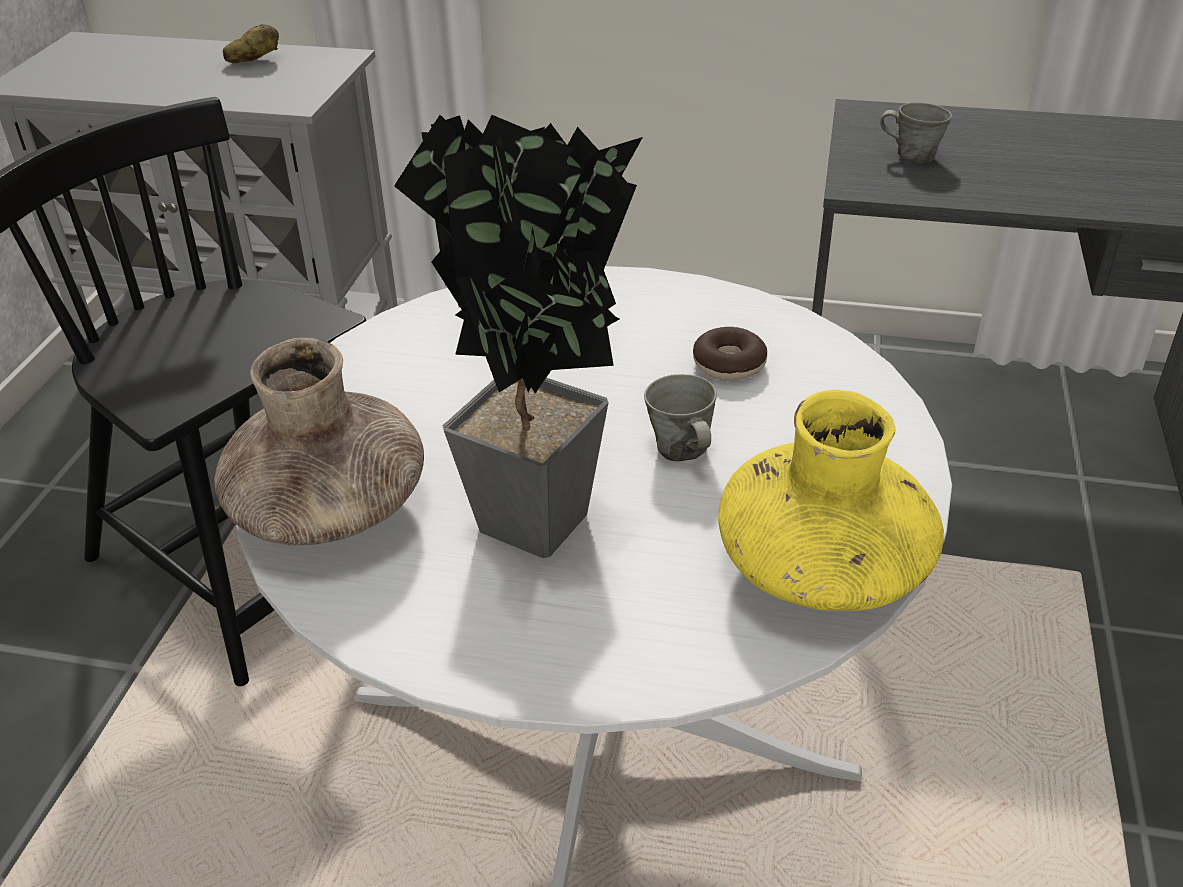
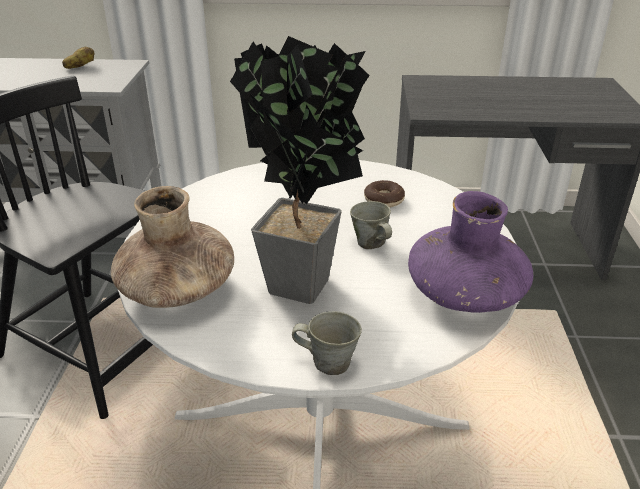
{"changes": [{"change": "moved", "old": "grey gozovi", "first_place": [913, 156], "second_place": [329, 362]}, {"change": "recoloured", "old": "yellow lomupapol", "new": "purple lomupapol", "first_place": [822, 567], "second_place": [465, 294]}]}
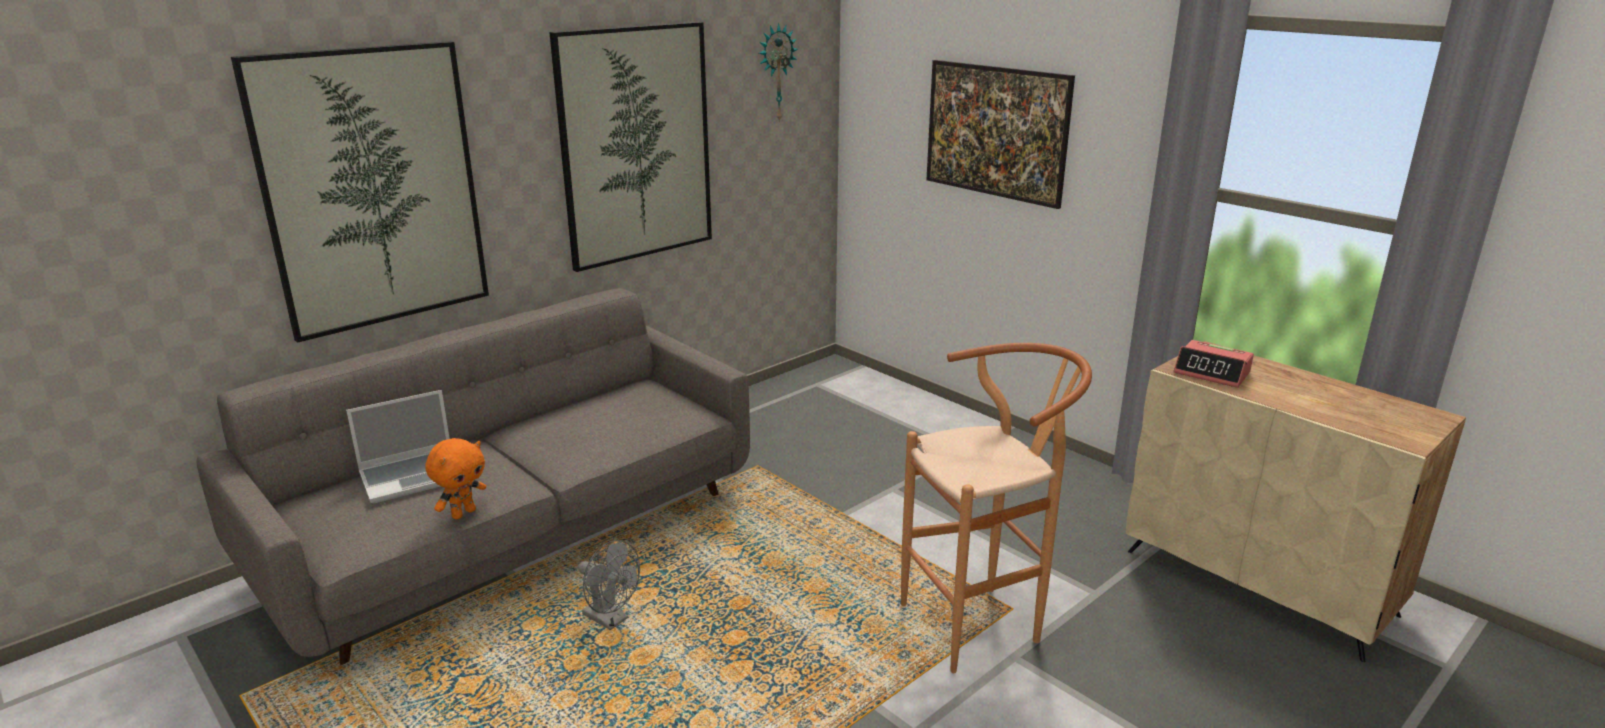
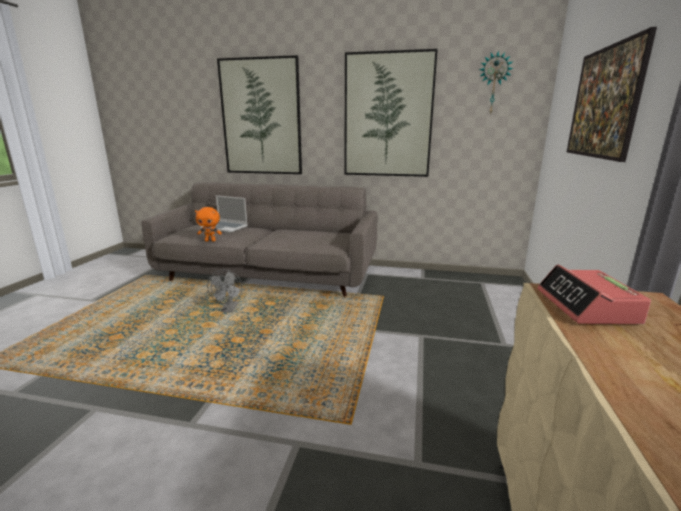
{"changes": [{"change": "removed", "old": "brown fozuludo", "first_place": [982, 622]}]}
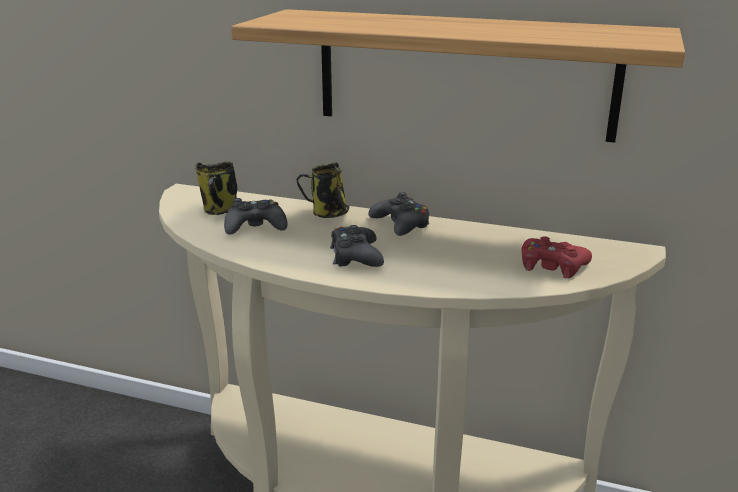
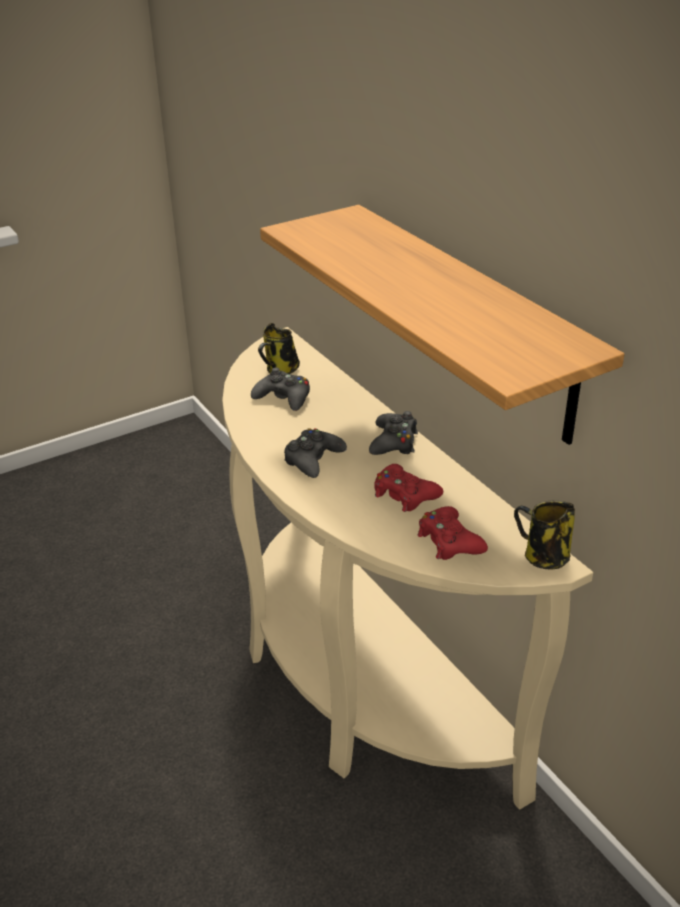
{"changes": [{"change": "added", "new": "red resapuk", "second_place": [404, 495]}, {"change": "moved", "old": "gozovi", "first_place": [327, 214], "second_place": [543, 557]}]}
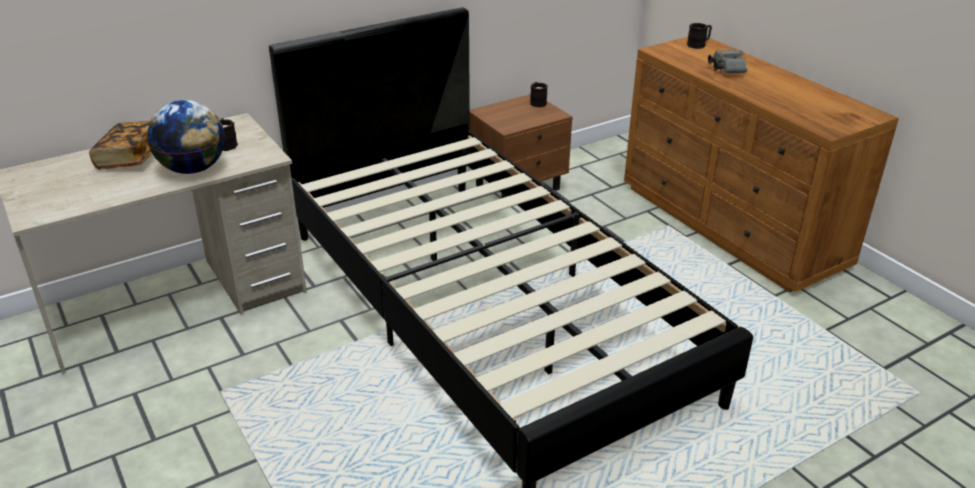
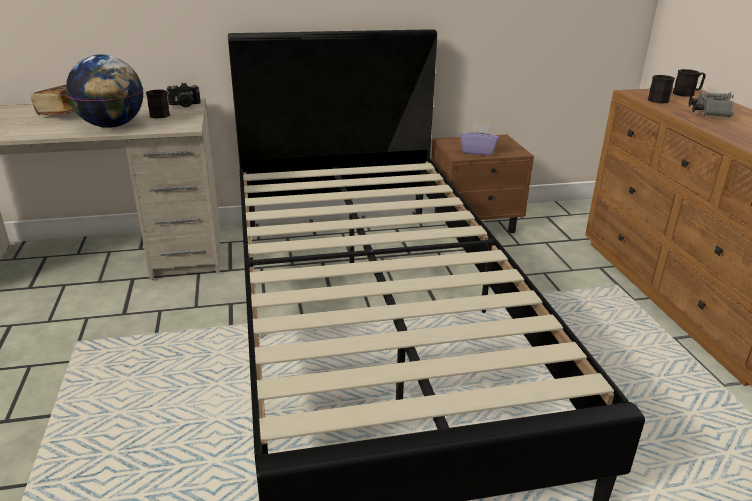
{"changes": [{"change": "added", "new": "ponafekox", "second_place": [184, 105]}, {"change": "added", "new": "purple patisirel", "second_place": [478, 151]}, {"change": "moved", "old": "black gozovi", "first_place": [537, 102], "second_place": [657, 99]}]}
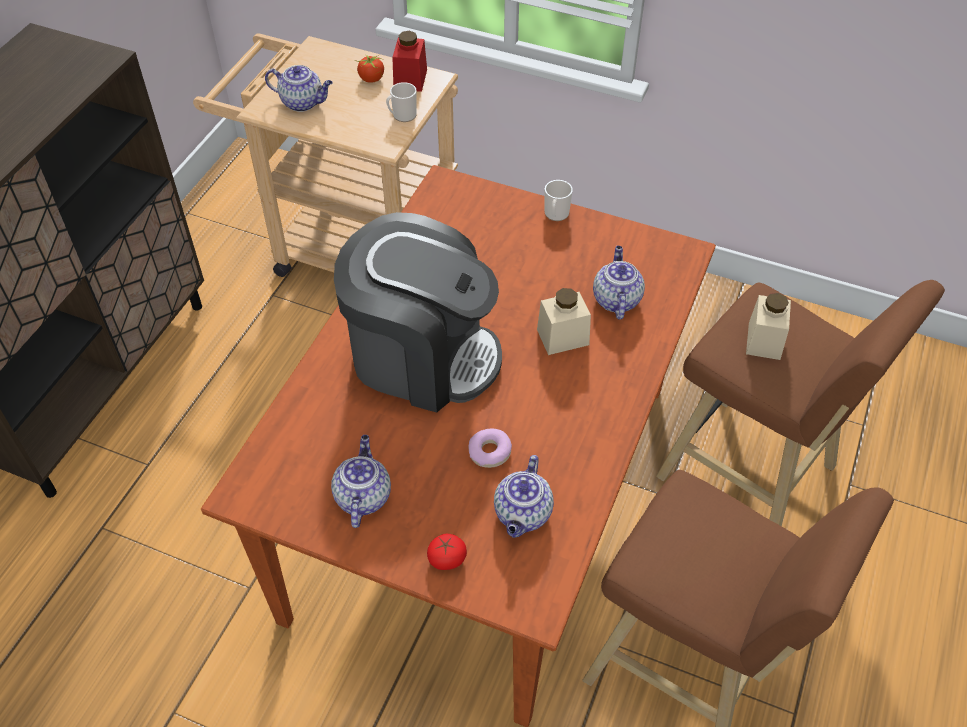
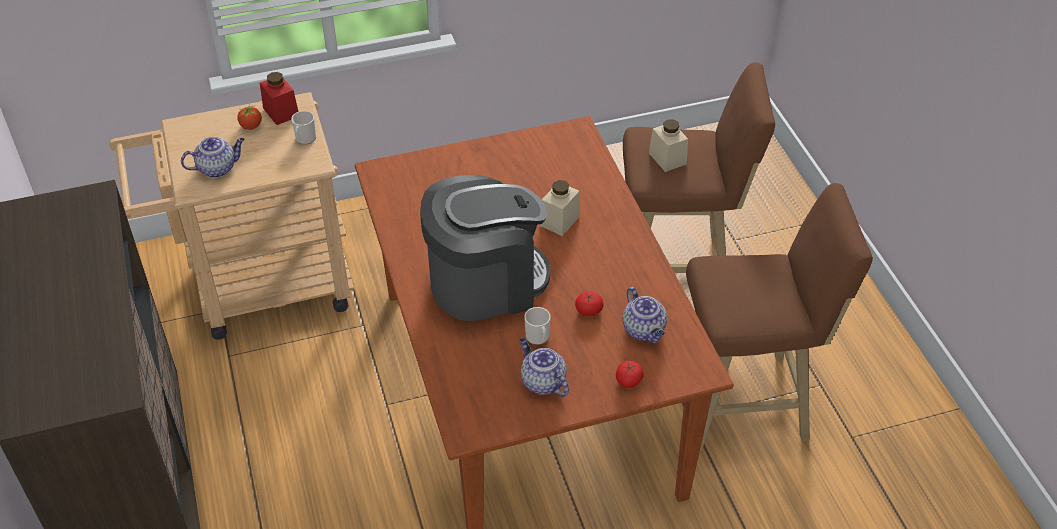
{"changes": [{"change": "moved", "old": "gozovi", "first_place": [556, 215], "second_place": [538, 338]}, {"change": "replaced", "old": "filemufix", "new": "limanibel", "first_place": [489, 452], "second_place": [588, 310]}, {"change": "removed", "old": "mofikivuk", "first_place": [616, 299]}]}
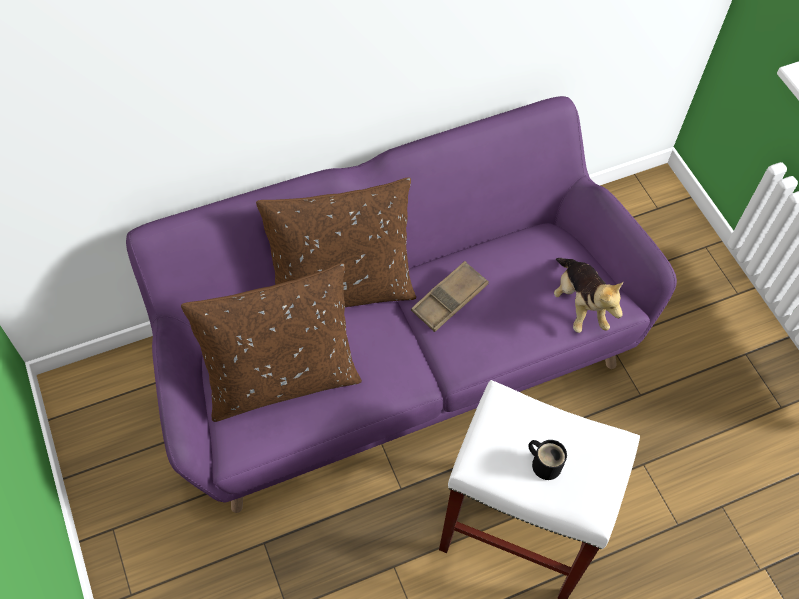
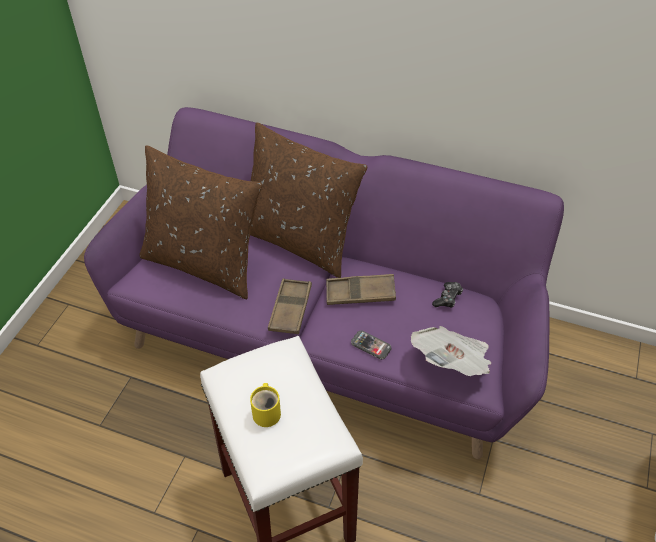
{"changes": [{"change": "recoloured", "old": "black gozovi", "new": "yellow gozovi", "first_place": [545, 463], "second_place": [267, 412]}, {"change": "added", "new": "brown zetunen", "second_place": [290, 309]}, {"change": "added", "new": "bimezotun", "second_place": [371, 345]}, {"change": "replaced", "old": "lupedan", "new": "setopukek", "first_place": [579, 305], "second_place": [452, 362]}, {"change": "added", "new": "resapuk", "second_place": [447, 298]}]}
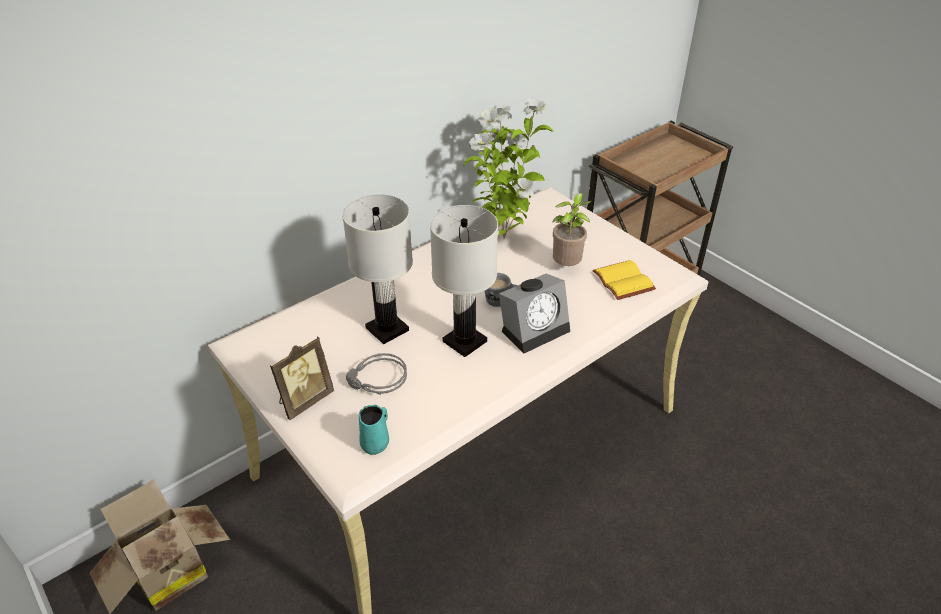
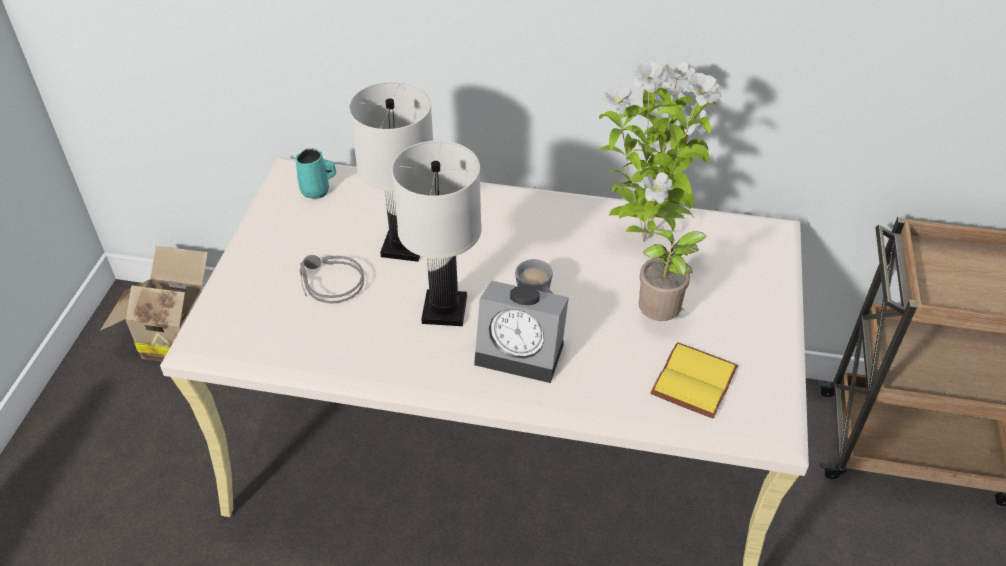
{"changes": [{"change": "moved", "old": "turquoise gozovi", "first_place": [376, 443], "second_place": [317, 191]}, {"change": "removed", "old": "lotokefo", "first_place": [304, 400]}]}
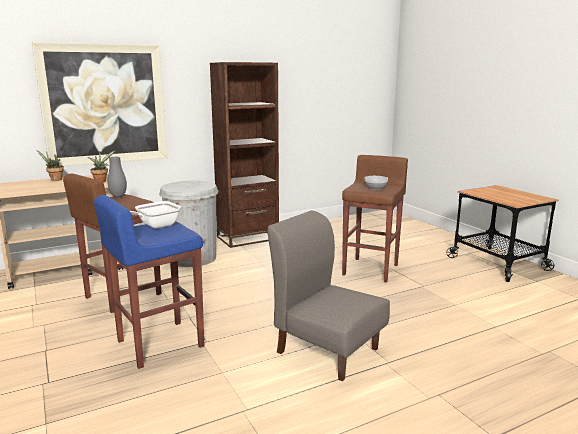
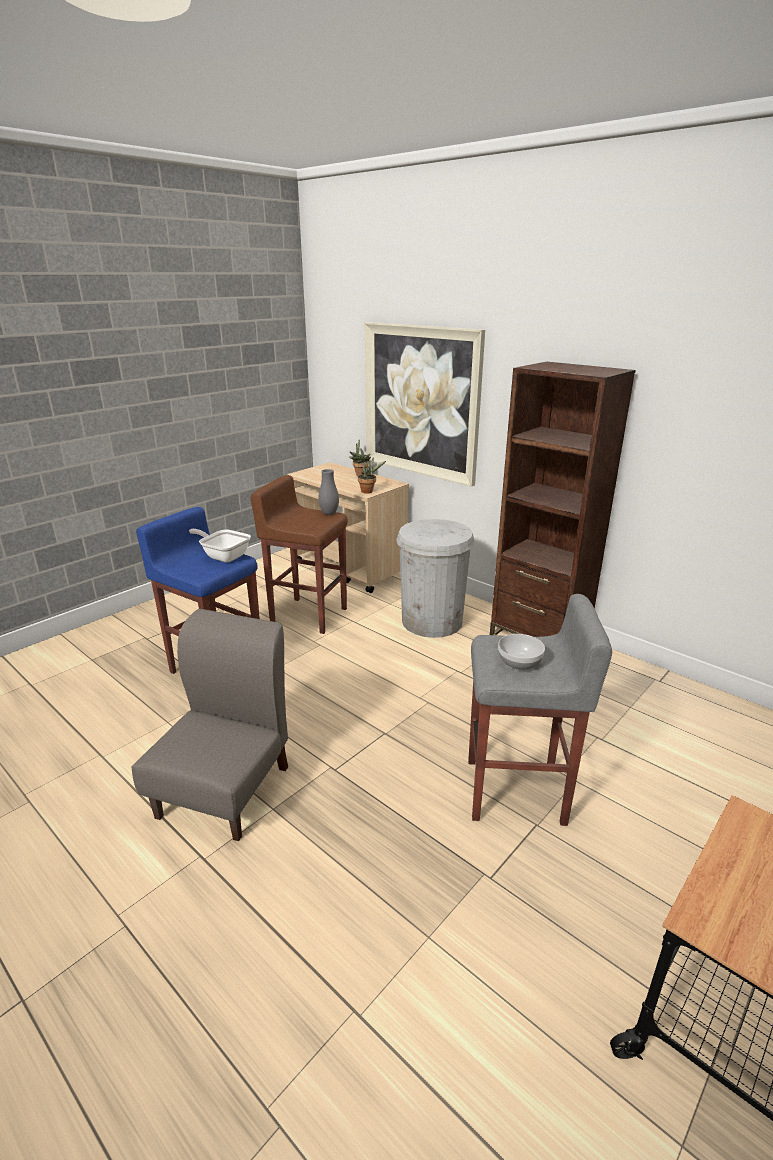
{"changes": [{"change": "recoloured", "old": "brown fozuludo", "new": "grey fozuludo", "first_place": [371, 269], "second_place": [517, 792]}]}
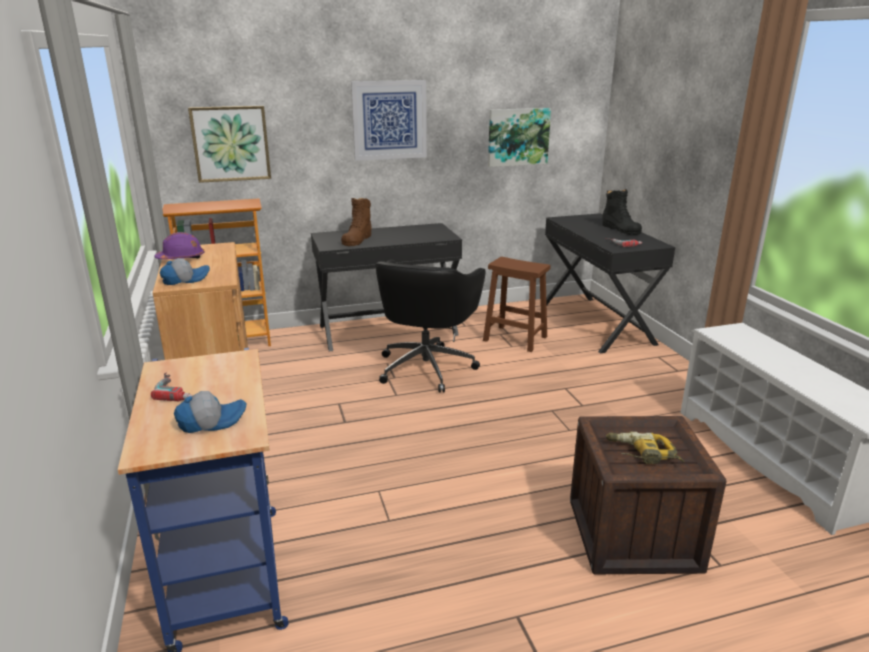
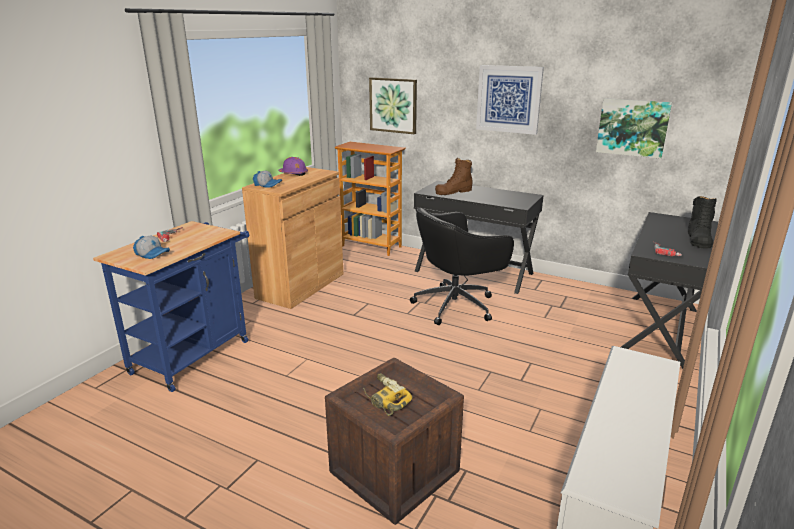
{"changes": [{"change": "removed", "old": "brown fozuludo", "first_place": [514, 338]}]}
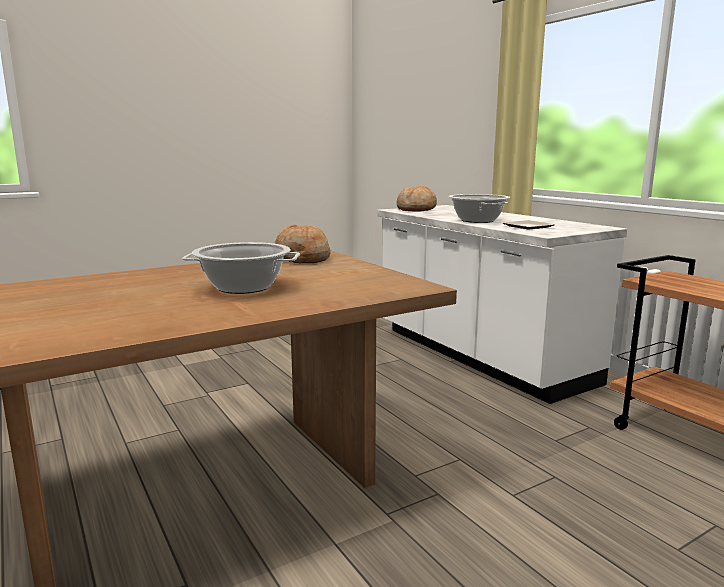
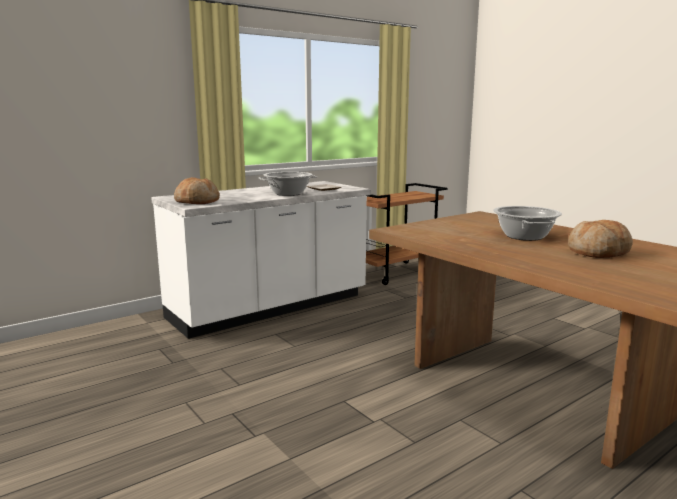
{"changes": [{"change": "moved", "old": "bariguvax", "first_place": [302, 258], "second_place": [598, 252]}]}
